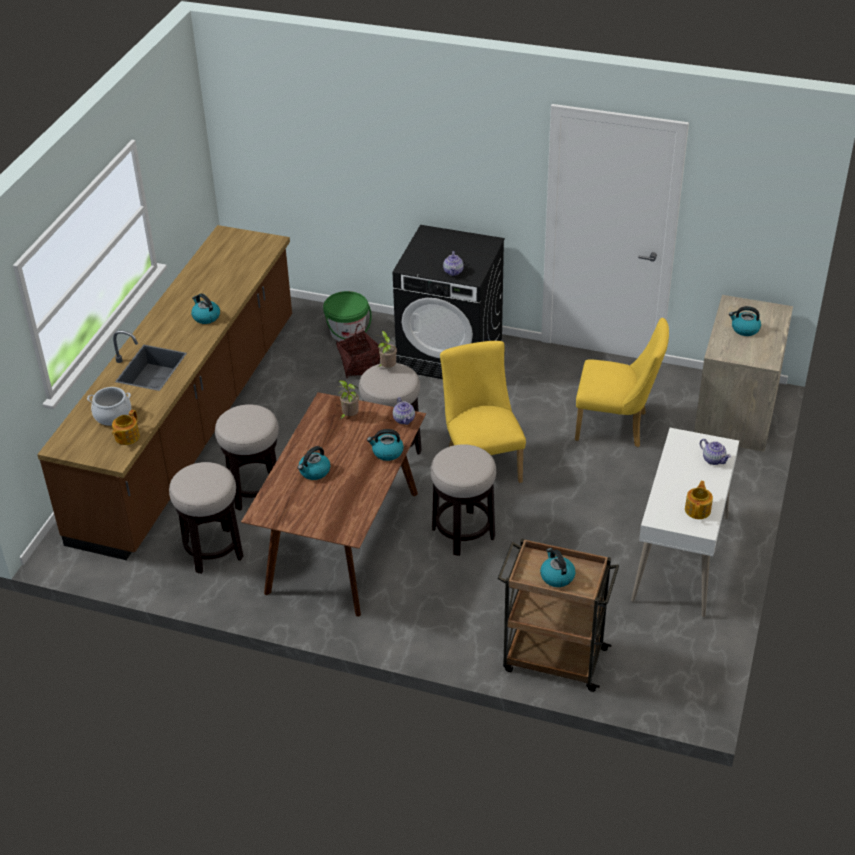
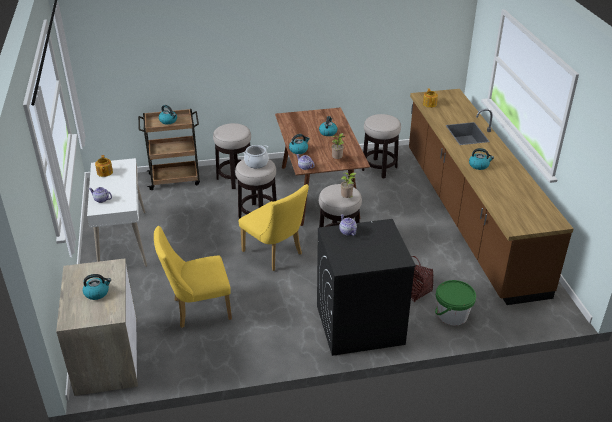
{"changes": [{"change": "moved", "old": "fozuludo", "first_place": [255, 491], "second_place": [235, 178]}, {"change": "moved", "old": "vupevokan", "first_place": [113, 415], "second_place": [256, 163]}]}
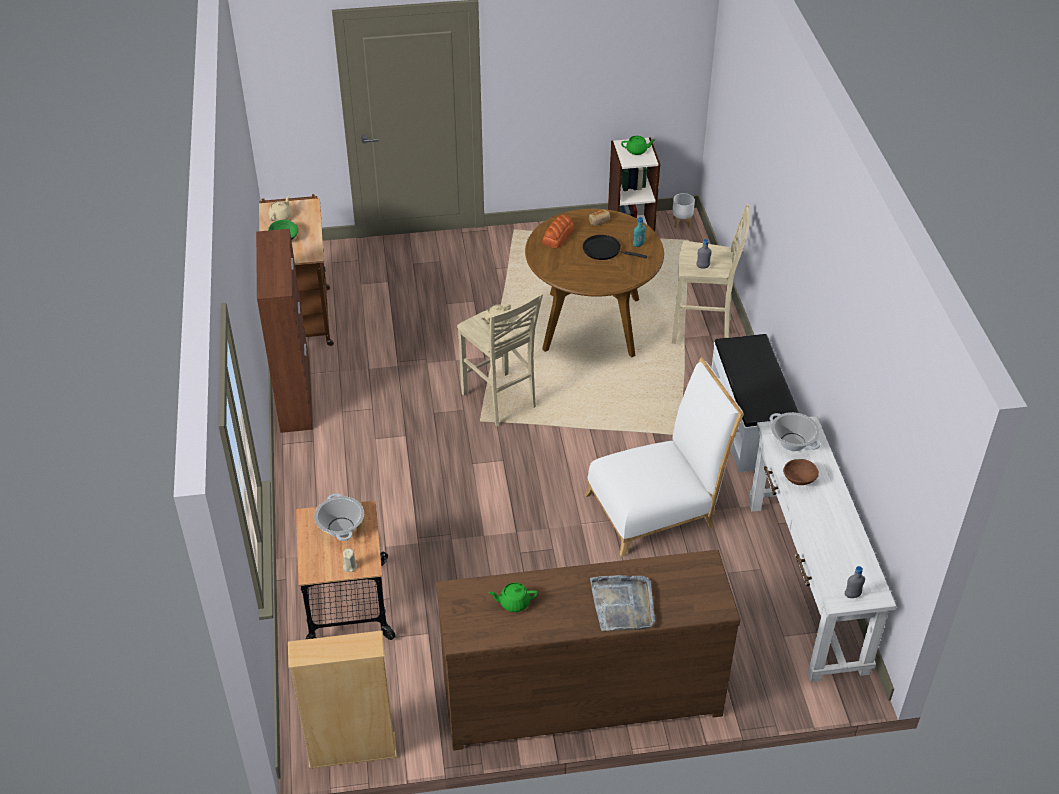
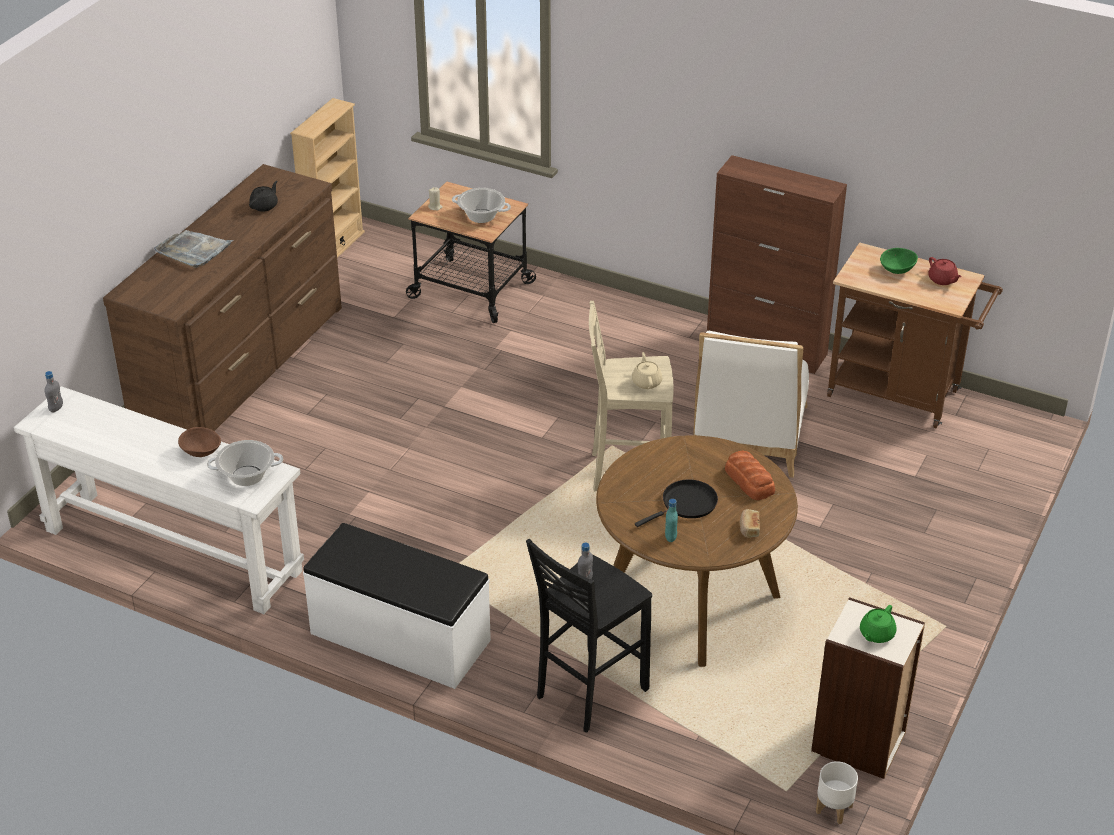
{"changes": [{"change": "recoloured", "old": "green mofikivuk", "new": "black mofikivuk", "first_place": [514, 603], "second_place": [264, 206]}, {"change": "recoloured", "old": "beige fozuludo", "new": "black fozuludo", "first_place": [703, 331], "second_place": [588, 693]}, {"change": "moved", "old": "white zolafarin", "first_place": [657, 508], "second_place": [748, 440]}, {"change": "recoloured", "old": "beige mofikivuk", "new": "red mofikivuk", "first_place": [281, 217], "second_place": [942, 280]}]}
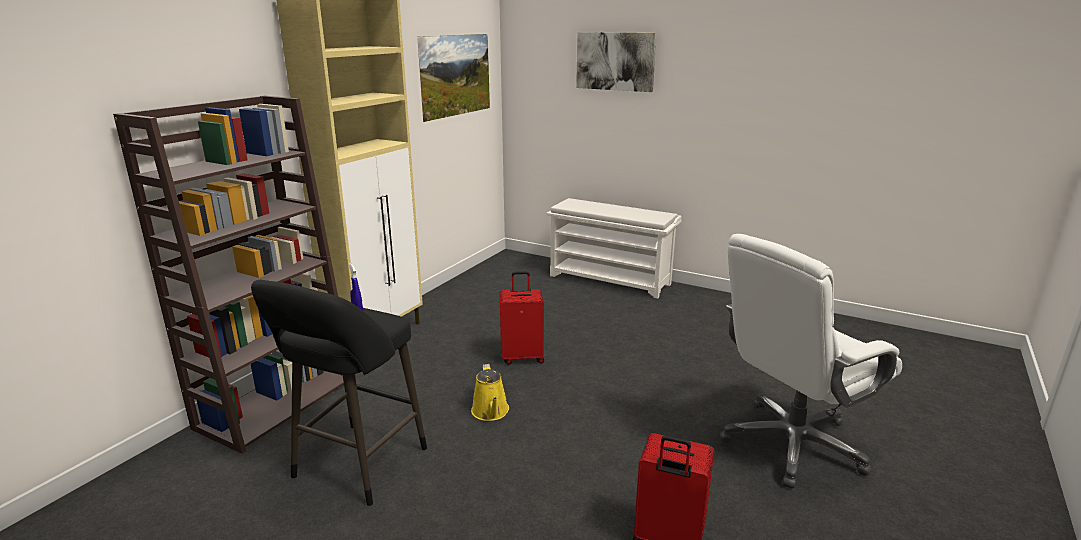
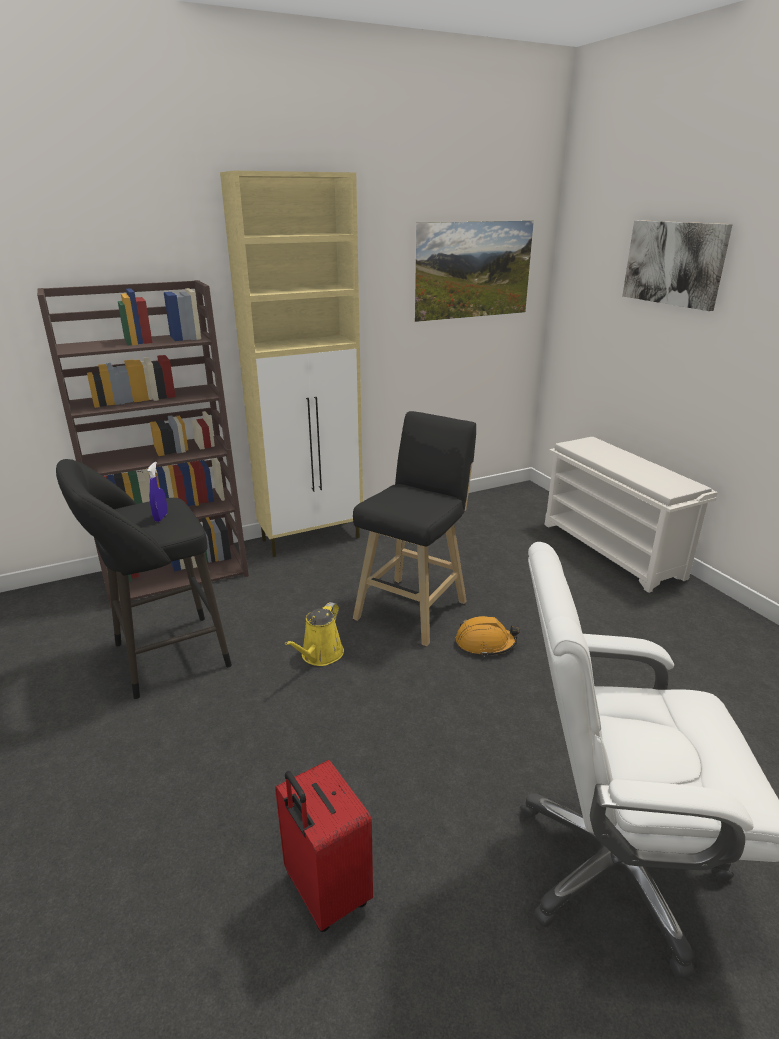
{"changes": [{"change": "replaced", "old": "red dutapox", "new": "black fozuludo", "first_place": [522, 357], "second_place": [414, 608]}, {"change": "added", "new": "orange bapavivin", "second_place": [485, 643]}]}
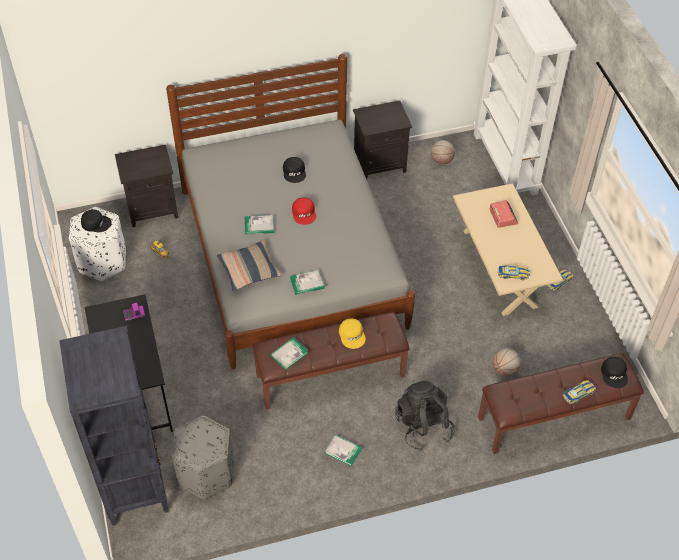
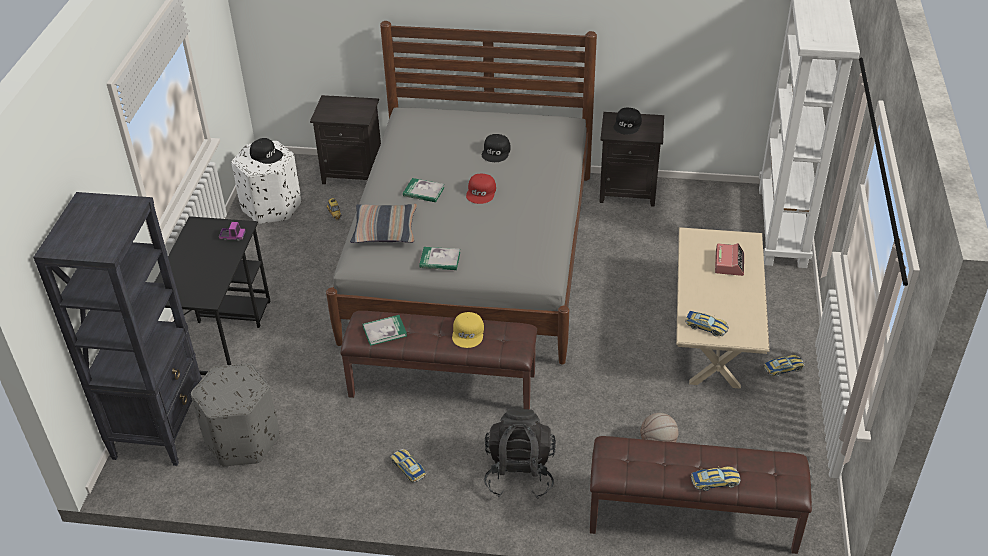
{"changes": [{"change": "replaced", "old": "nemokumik", "new": "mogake", "first_place": [343, 451], "second_place": [408, 468]}, {"change": "moved", "old": "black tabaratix", "first_place": [614, 374], "second_place": [628, 125]}, {"change": "removed", "old": "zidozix", "first_place": [441, 160]}]}
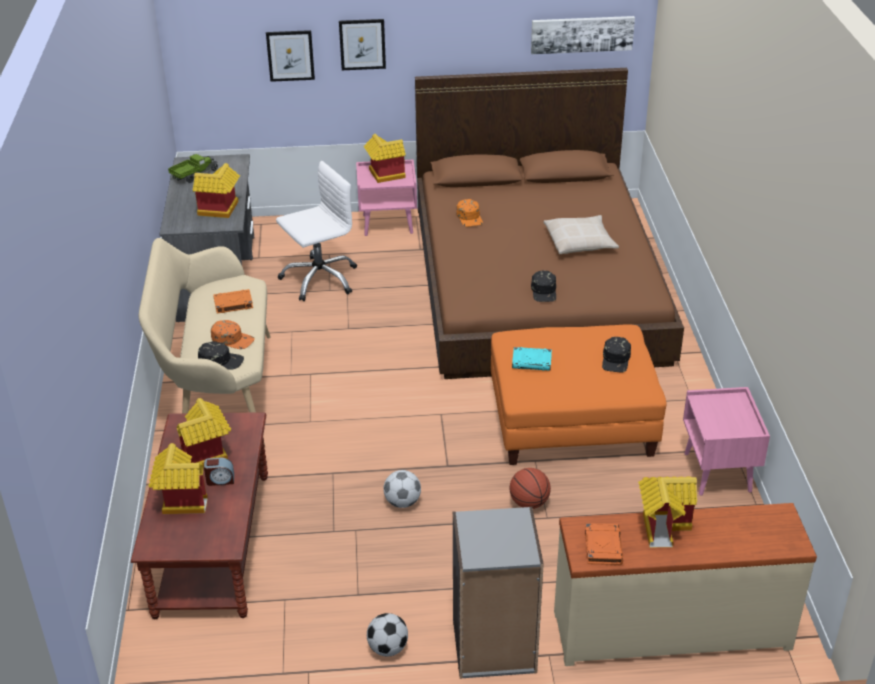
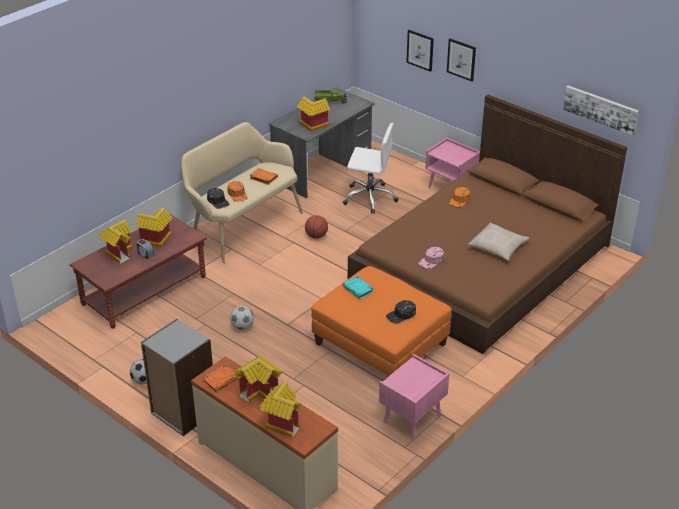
{"changes": [{"change": "moved", "old": "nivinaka", "first_place": [383, 175], "second_place": [280, 423]}, {"change": "moved", "old": "zidozix", "first_place": [529, 503], "second_place": [316, 236]}, {"change": "recoloured", "old": "black tabaratix", "new": "pink tabaratix", "first_place": [544, 291], "second_place": [431, 261]}]}
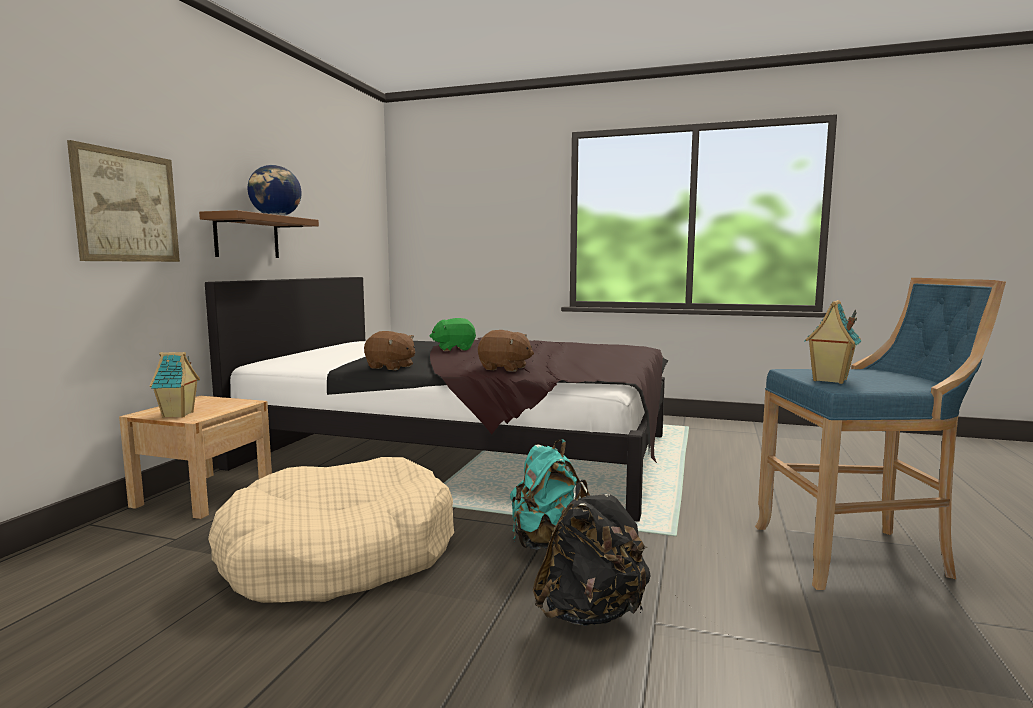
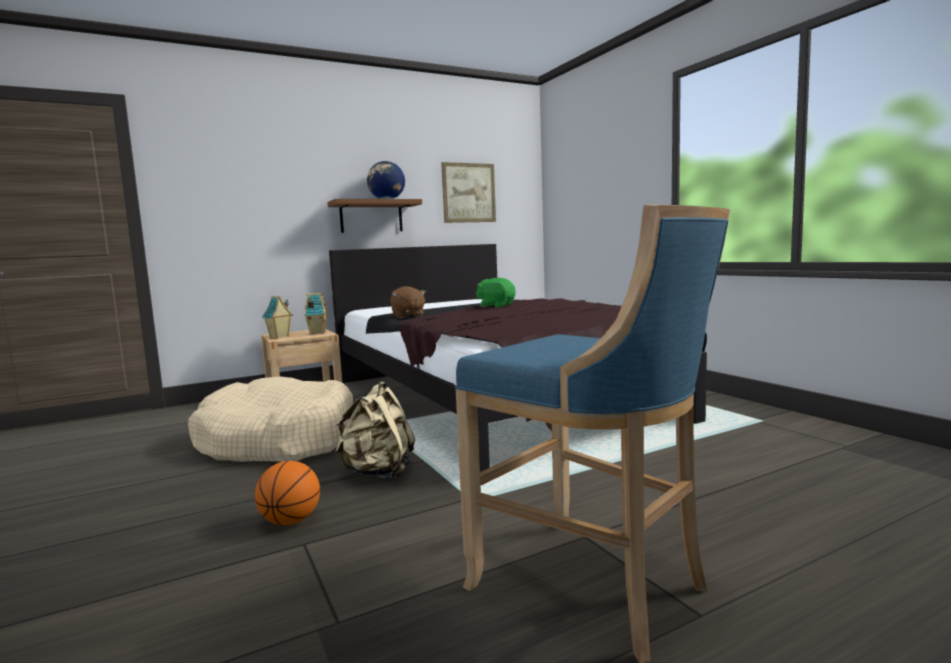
{"changes": [{"change": "replaced", "old": "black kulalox", "new": "zidozix", "first_place": [591, 613], "second_place": [290, 521]}, {"change": "moved", "old": "nivinaka", "first_place": [829, 380], "second_place": [317, 333]}, {"change": "recoloured", "old": "turquoise kulalox", "new": "beige kulalox", "first_place": [546, 543], "second_place": [378, 473]}, {"change": "moved", "old": "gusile", "first_place": [127, 206], "second_place": [469, 193]}, {"change": "removed", "old": "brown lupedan", "first_place": [504, 368]}]}
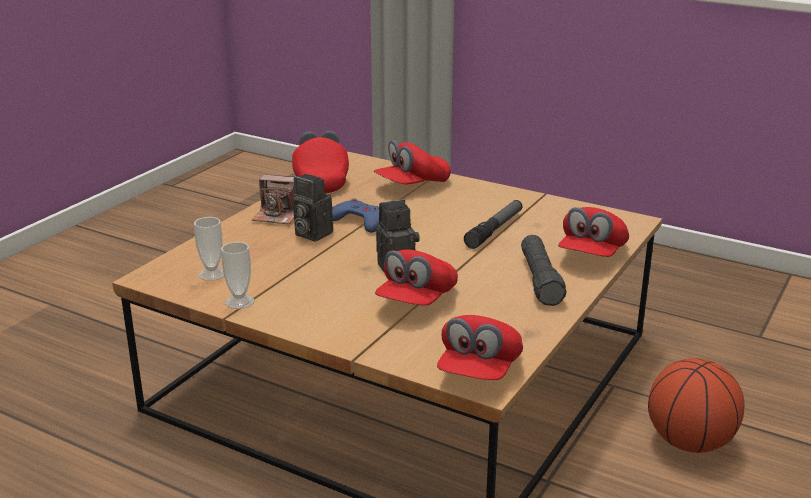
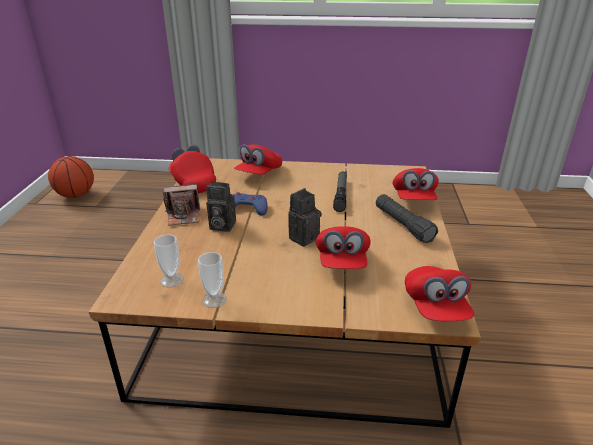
{"changes": [{"change": "moved", "old": "zidozix", "first_place": [689, 443], "second_place": [76, 195]}]}
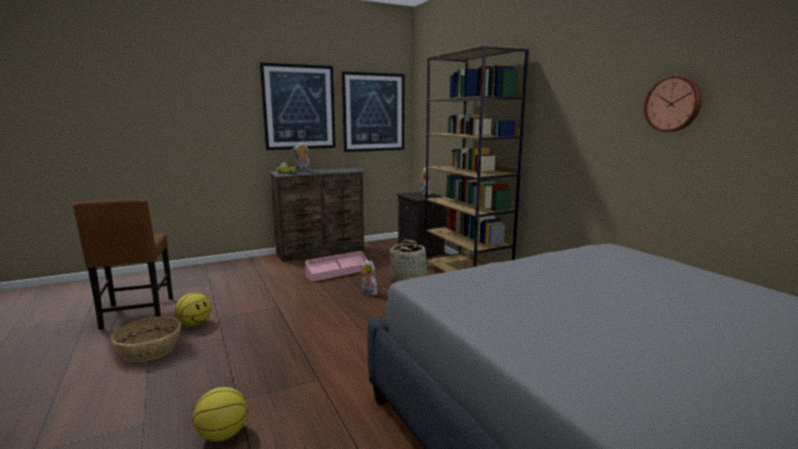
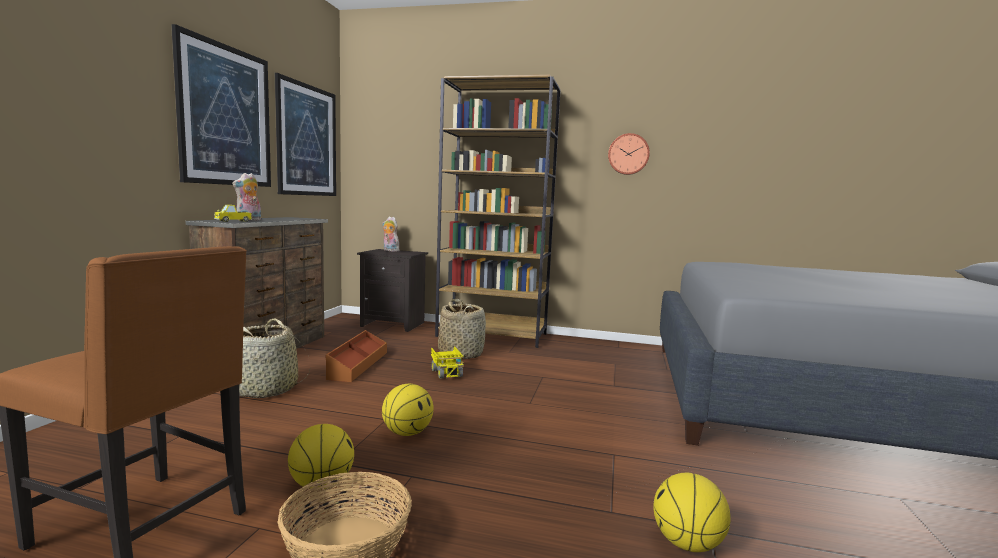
{"changes": [{"change": "added", "new": "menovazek", "second_place": [267, 389]}, {"change": "recoloured", "old": "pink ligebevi", "new": "brown ligebevi", "first_place": [337, 273], "second_place": [357, 365]}, {"change": "added", "new": "zidozix", "second_place": [408, 433]}, {"change": "replaced", "old": "lupedan", "new": "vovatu", "first_place": [368, 293], "second_place": [447, 372]}, {"change": "moved", "old": "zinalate", "first_place": [673, 104], "second_place": [628, 154]}]}
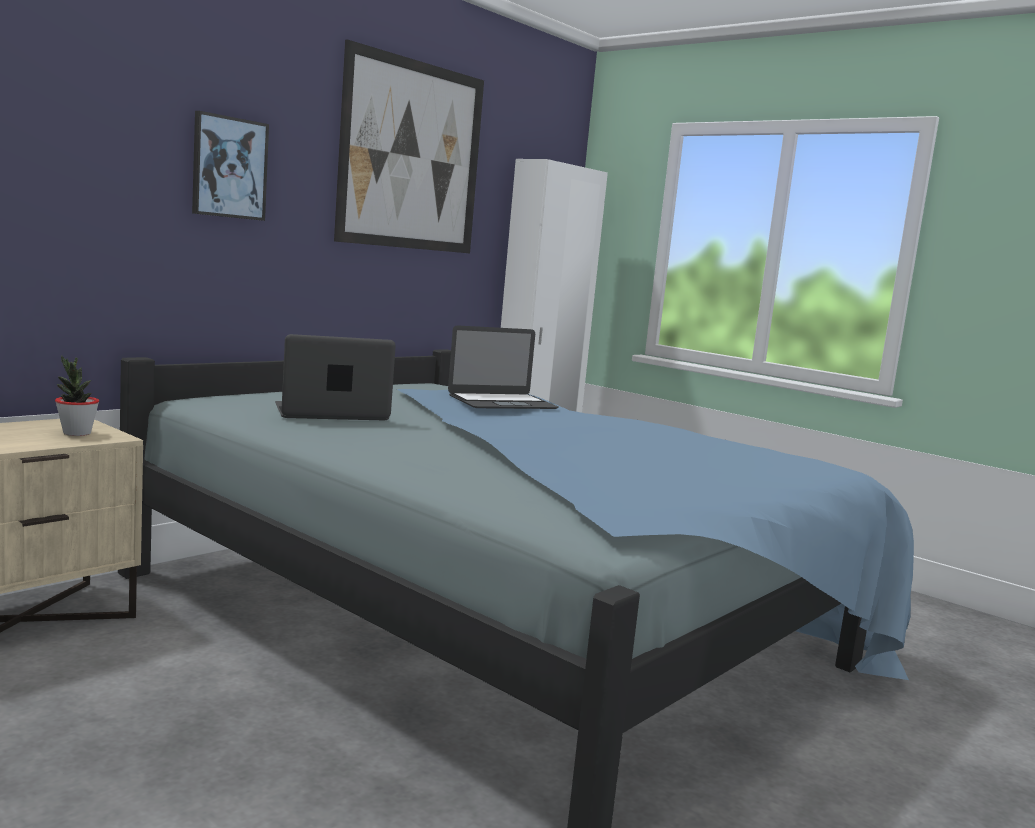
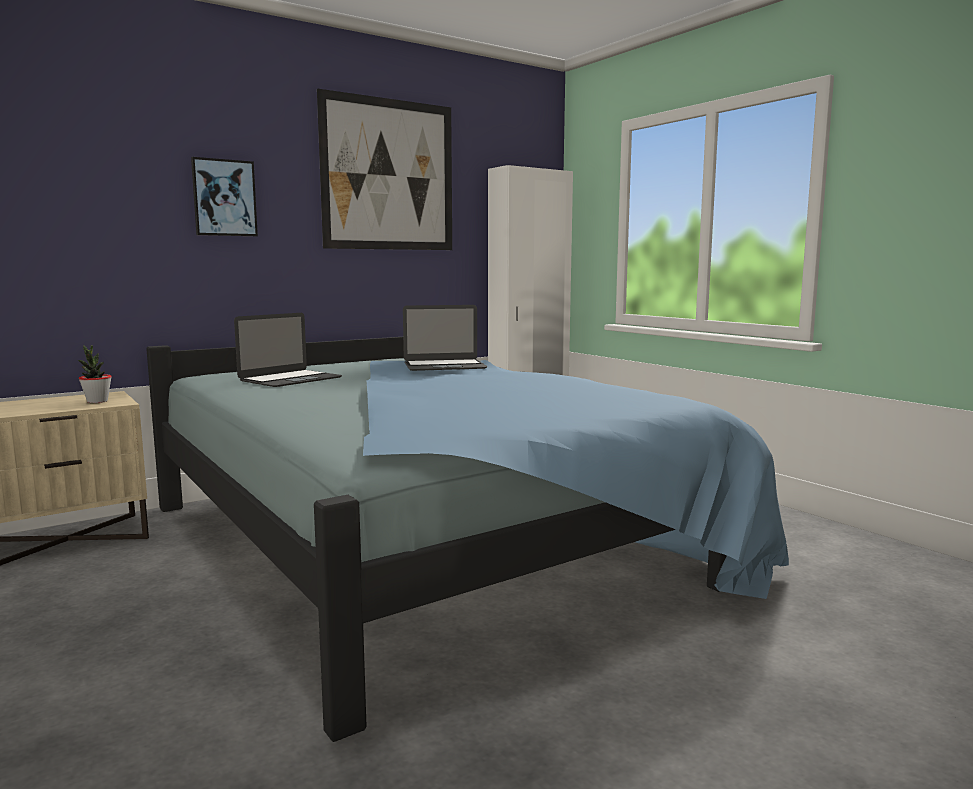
{"changes": [{"change": "turned", "old": "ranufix", "first_place": [331, 412], "second_place": [290, 379], "degrees": 135}]}
